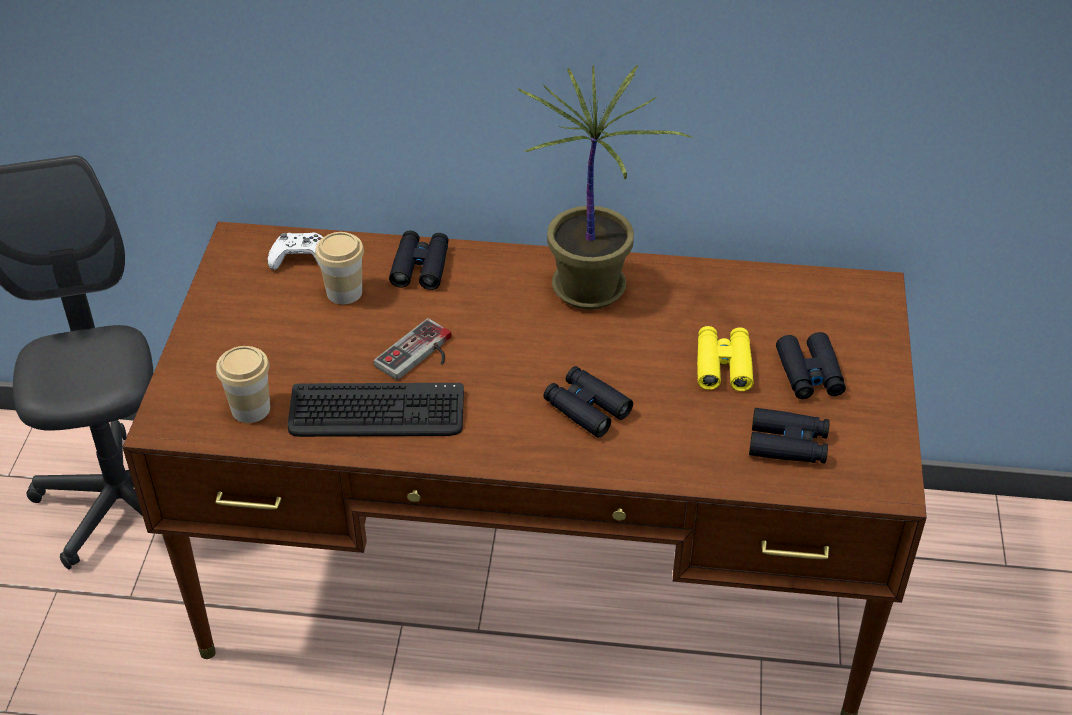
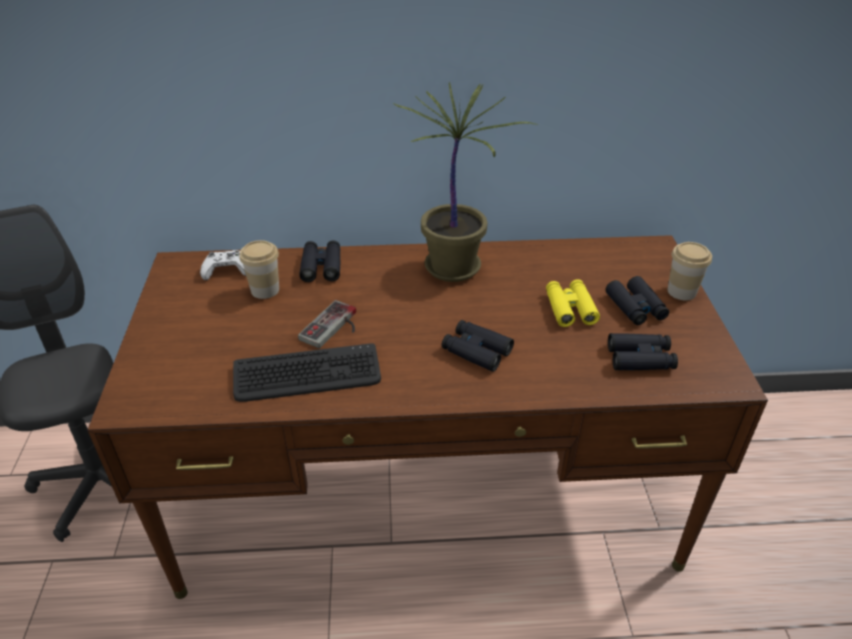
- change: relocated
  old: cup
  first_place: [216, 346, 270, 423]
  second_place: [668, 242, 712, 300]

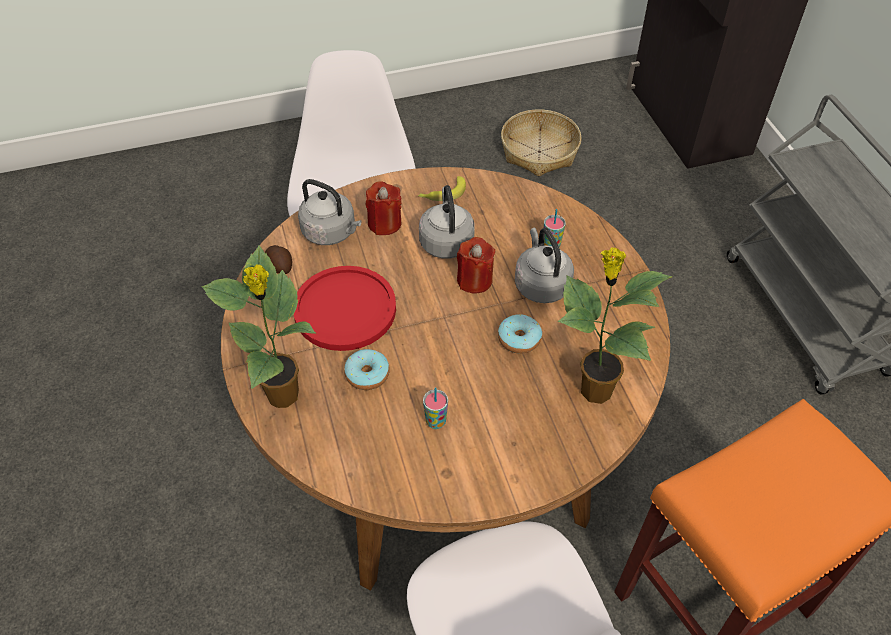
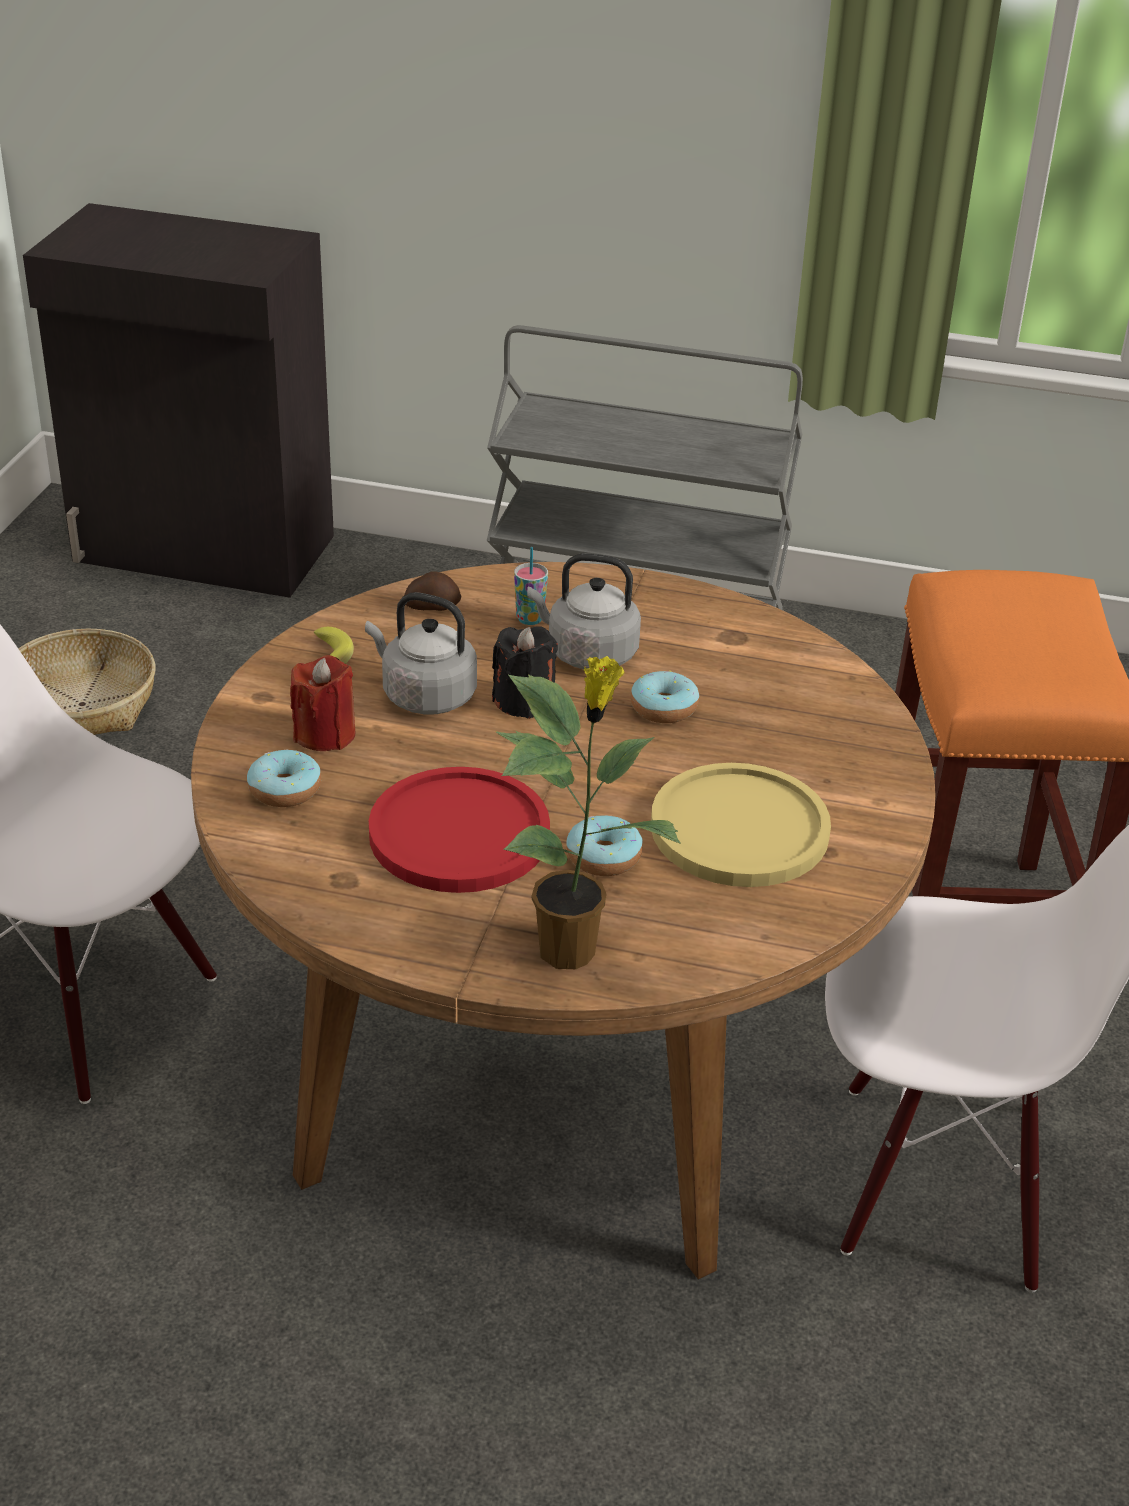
- change: exchanged
  old: water kettle/grey
  new: doughnut
  first_place: [298, 179, 361, 245]
  second_place: [247, 749, 321, 807]
- change: colour
  old: wax light/reddish
  new: wax light/black-coloured
  first_place: [457, 237, 495, 294]
  second_place: [492, 626, 558, 719]
- change: relocated
  old: potato
  first_place: [265, 245, 292, 274]
  second_place: [404, 571, 461, 611]
- change: missing
  old: potted plant
  first_place: [558, 247, 673, 404]
- change: exchanged
  old: cup
  new: plate/yellow
  first_place: [423, 388, 448, 429]
  second_place: [651, 763, 831, 887]

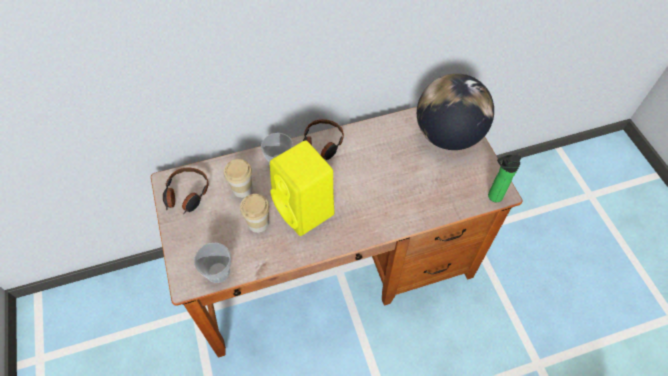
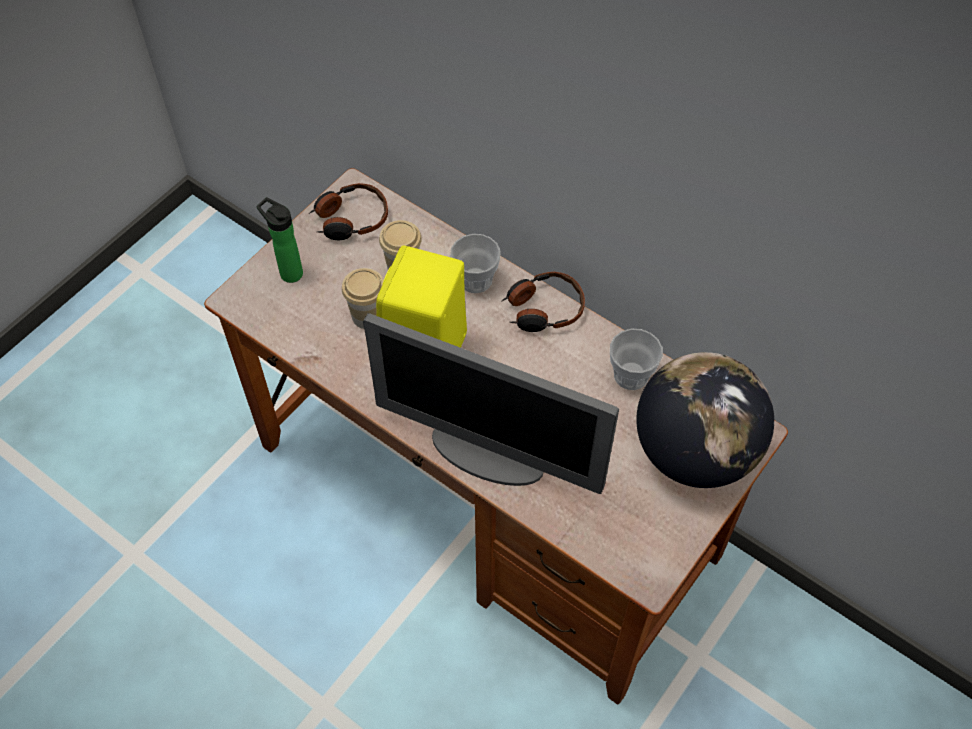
- change: relocated
  old: bottle
  first_place: [488, 155, 522, 202]
  second_place: [256, 197, 303, 283]
- change: relocated
  old: cup
  first_place: [194, 243, 231, 283]
  second_place: [610, 328, 663, 390]
- change: appeared
  new: computer screen
  second_place: [363, 313, 619, 494]

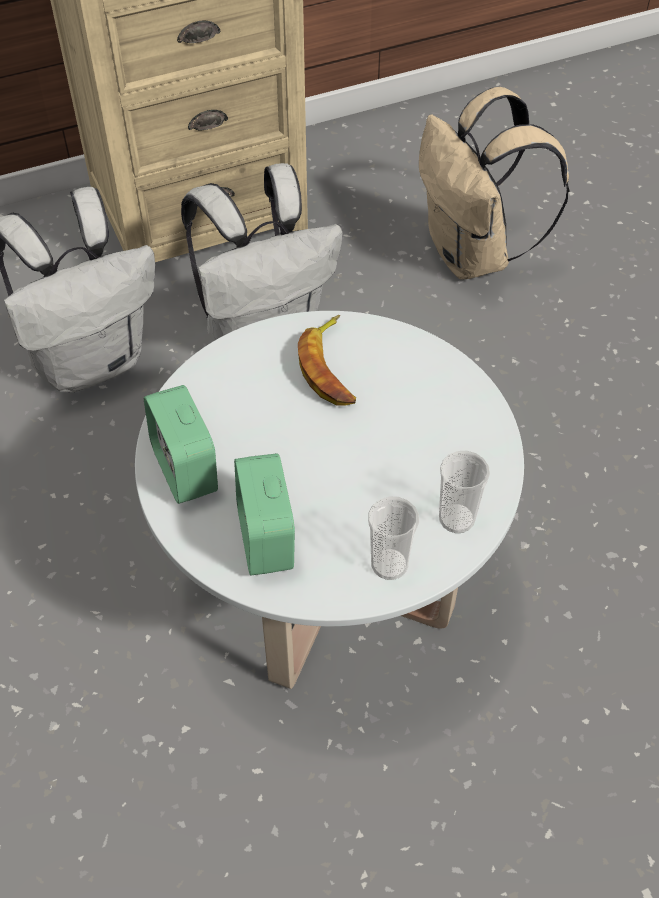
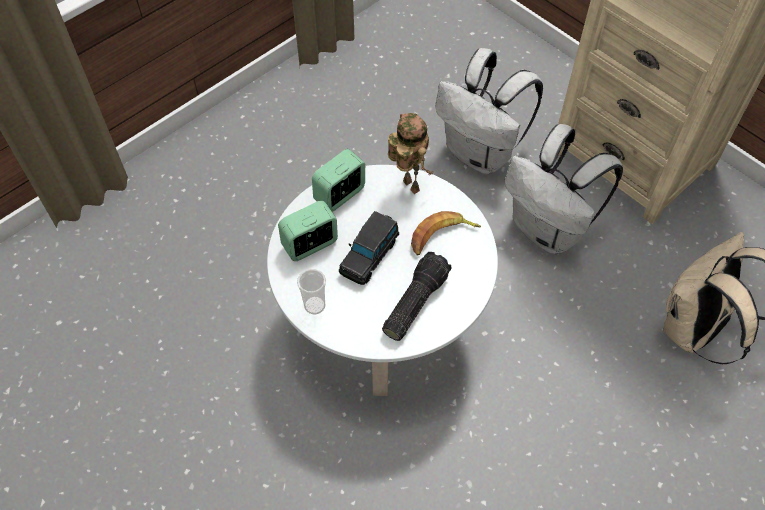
- change: missing
  old: cup
  first_place: [439, 451, 490, 533]
- change: appeared
  new: model robot
  second_place: [388, 113, 434, 194]
- change: appeared
  new: toy car/black-coloured
  second_place: [339, 211, 399, 285]
- change: appeared
  new: flashlight
  second_place: [382, 252, 452, 341]

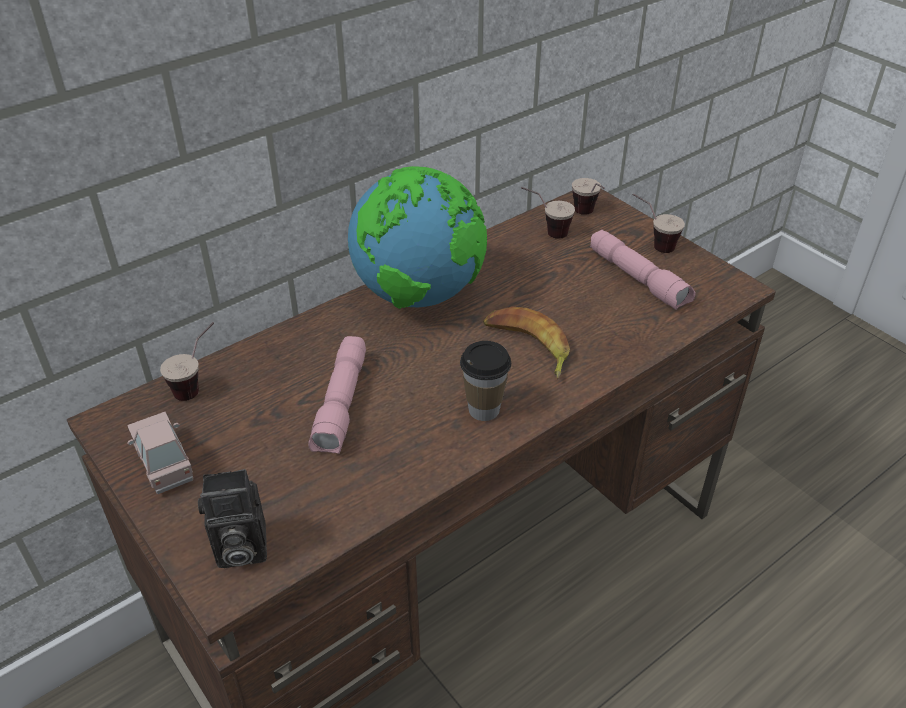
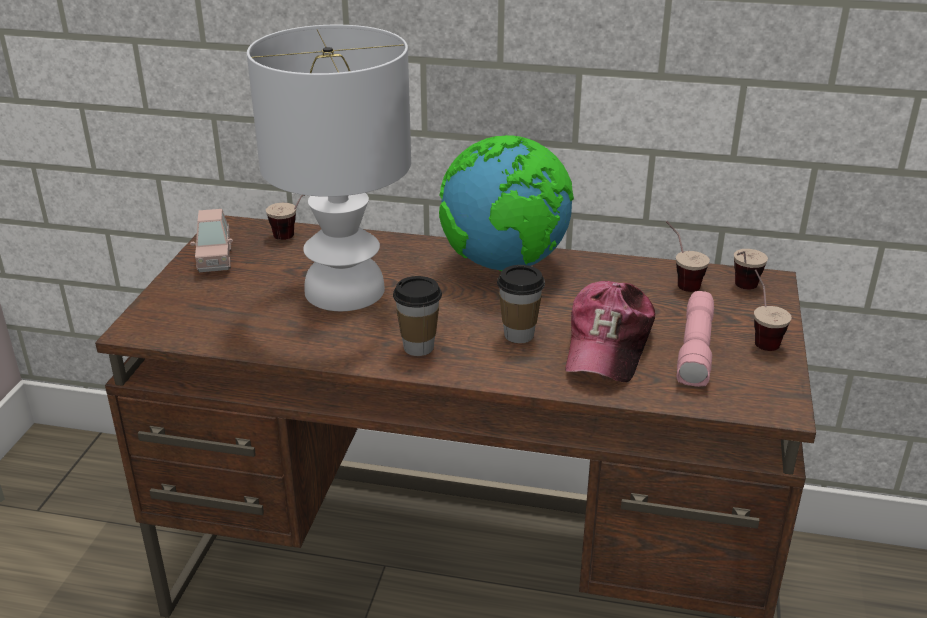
- change: exchanged
  old: whole banana
  new: cup
  first_place: [483, 306, 570, 379]
  second_place: [497, 265, 545, 343]
- change: exchanged
  old: flashlight/pink-coloured
  new: tabletop lamp/whitish
  first_place: [308, 336, 366, 454]
  second_place: [247, 25, 411, 311]
- change: spun
  old: toy car/pink-coloured
  first_place: [127, 412, 193, 494]
  second_place: [190, 209, 233, 272]
  degrees: 150
- change: missing
  old: photo camera
  first_place: [198, 469, 267, 568]
- change: appeared
  new: baseball cap
  second_place: [565, 281, 655, 382]

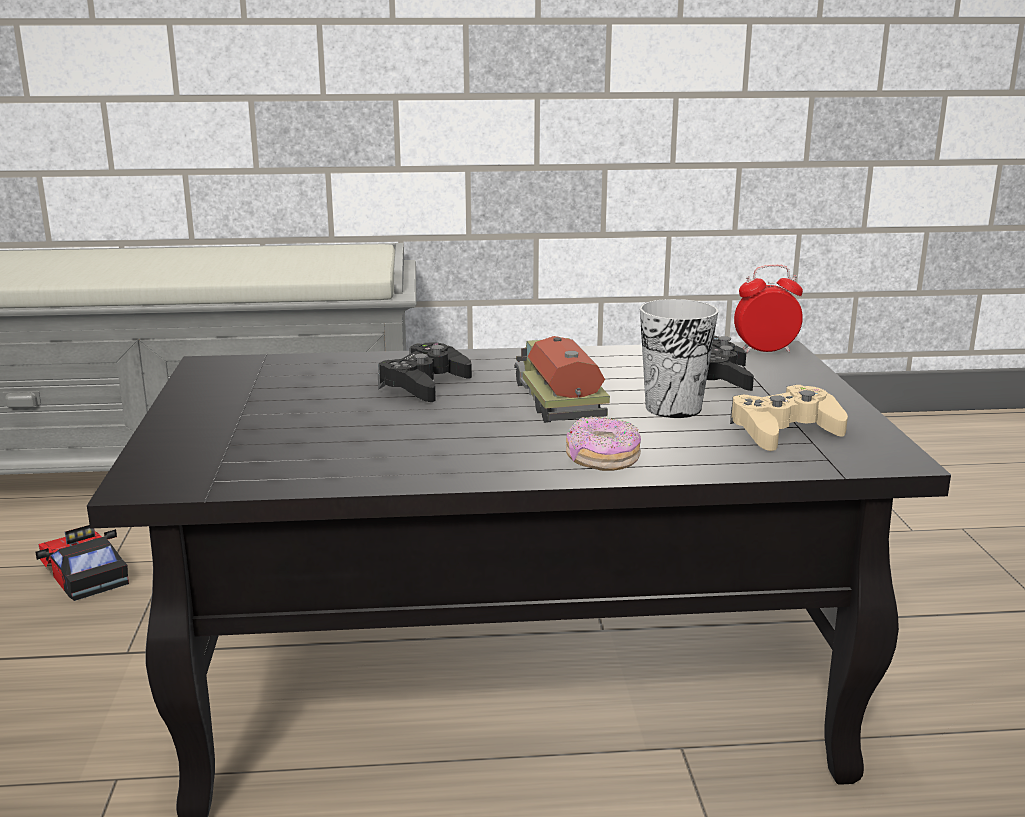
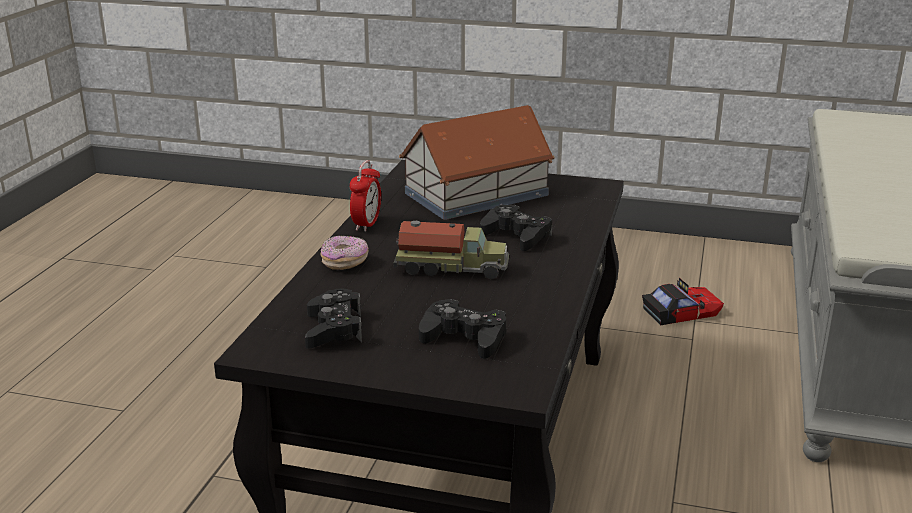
- change: relocated
  old: table clock
  first_place: [734, 264, 803, 353]
  second_place: [350, 160, 381, 232]
- change: missing
  old: cup
  first_place: [640, 299, 718, 418]
- change: colour
  old: joypad/beige-coloured
  new: joypad/black-coloured
  first_place: [730, 385, 848, 451]
  second_place: [305, 289, 362, 349]
- change: appeared
  new: model house
  second_place: [399, 105, 555, 220]

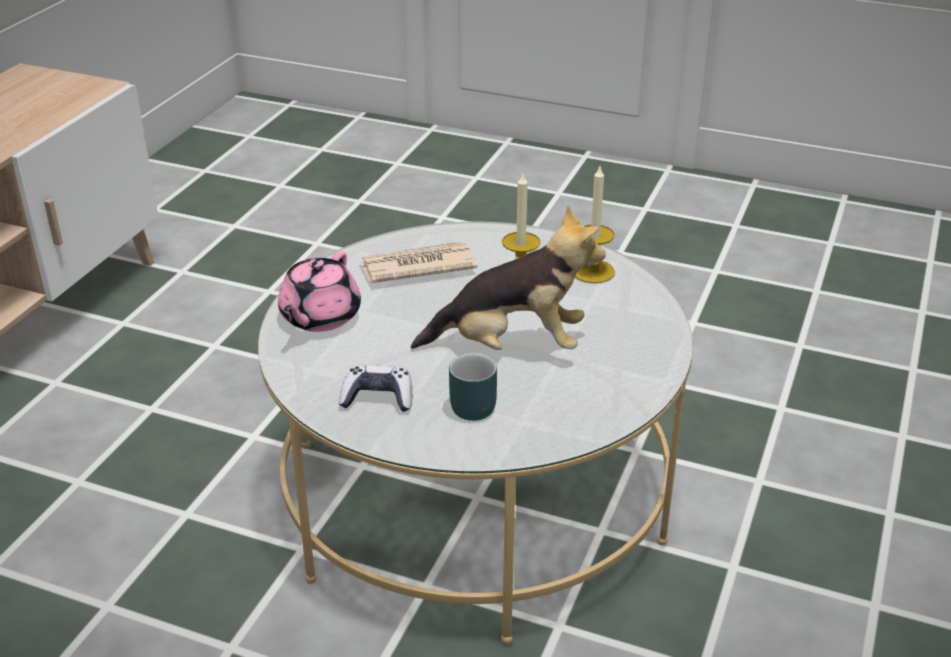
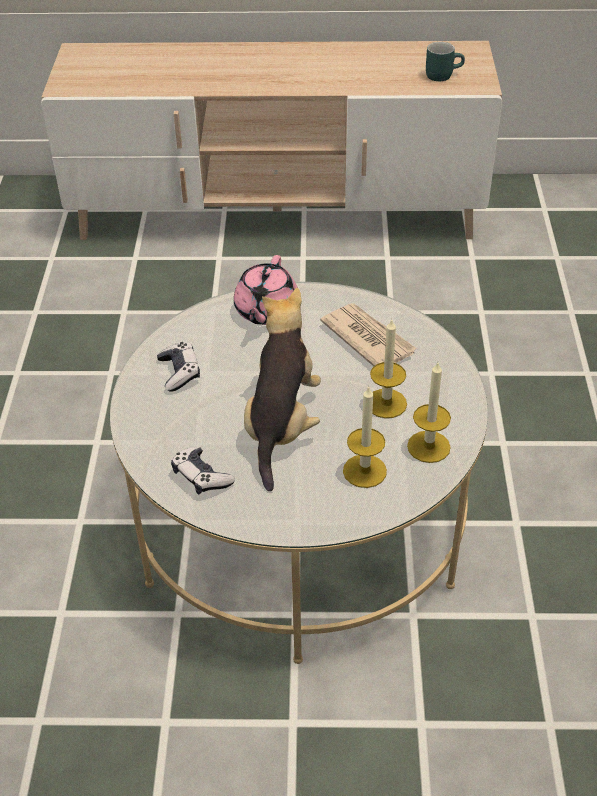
- change: spun
  old: plush toy
  first_place: [411, 205, 606, 350]
  second_place: [244, 288, 321, 491]
  degrees: -150
- change: spun
  old: tea pot/pink-coloured
  first_place: [278, 251, 361, 332]
  second_place: [234, 255, 298, 325]
  degrees: -75
- change: relocated
  old: mug/blue-green
  first_place: [449, 353, 497, 421]
  second_place: [426, 42, 465, 81]
- change: appeared
  new: wax light
  second_place: [343, 385, 387, 488]
- change: appeared
  new: joypad
  second_place: [171, 447, 235, 495]

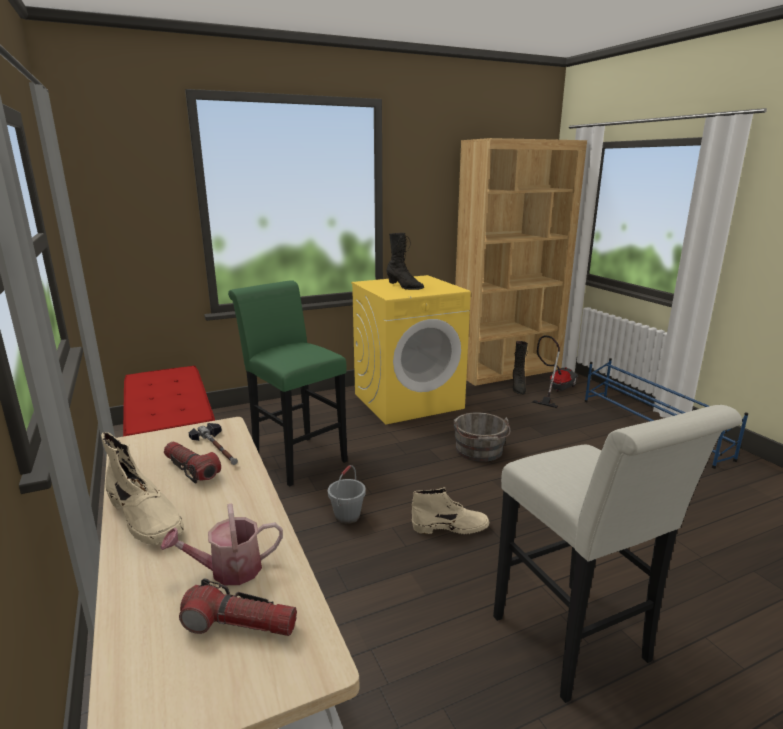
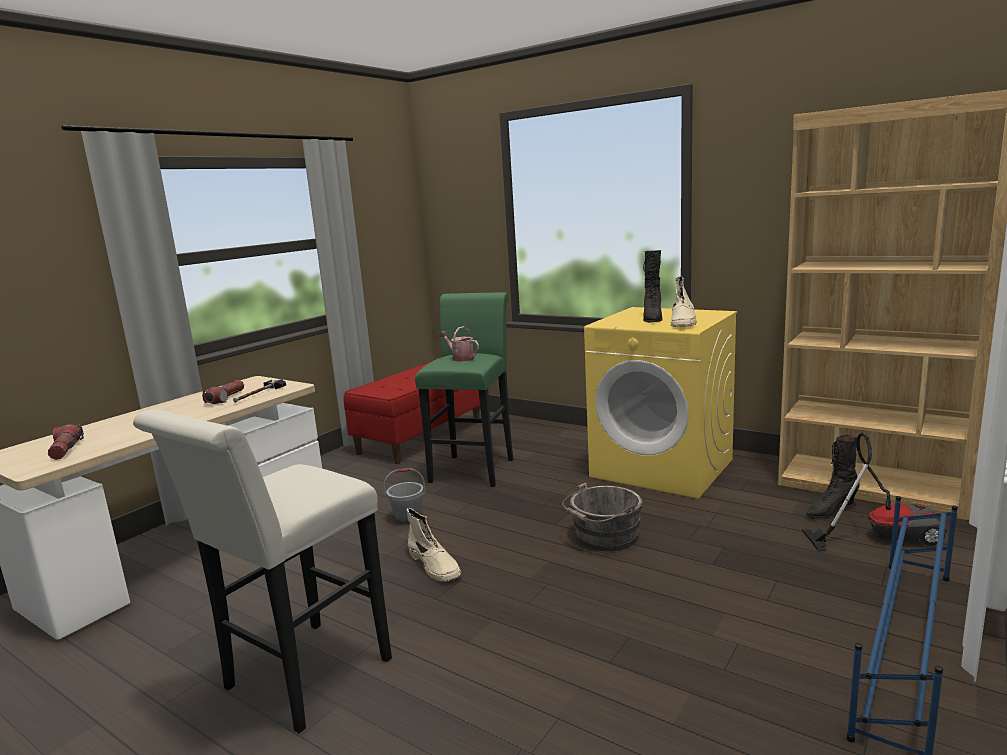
- change: relocated
  old: tall boot/beige-coloured
  first_place: [101, 432, 184, 545]
  second_place: [671, 276, 697, 327]
- change: relocated
  old: sprinkling can
  first_place: [160, 504, 283, 585]
  second_place: [439, 326, 479, 361]

